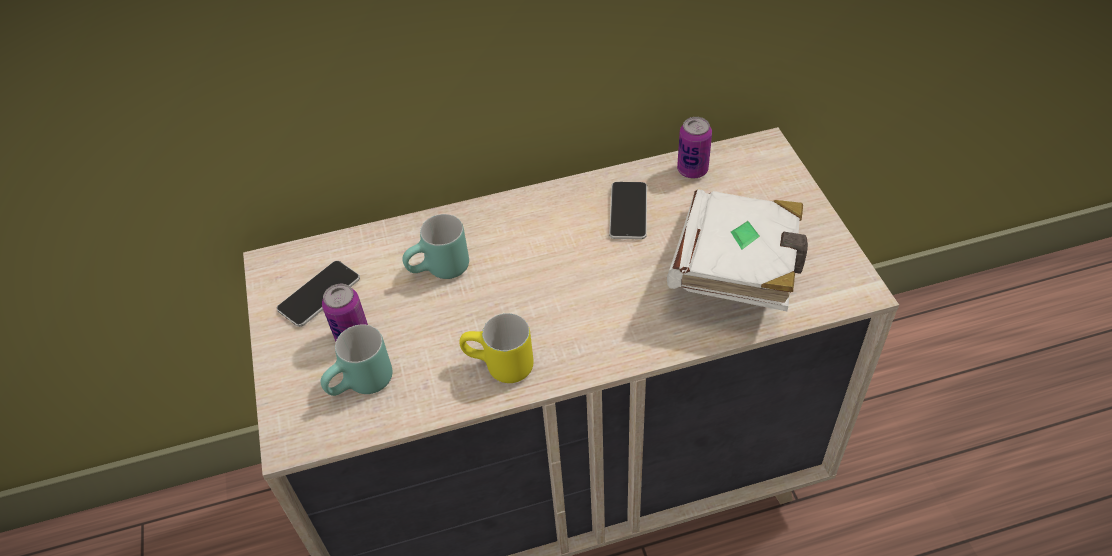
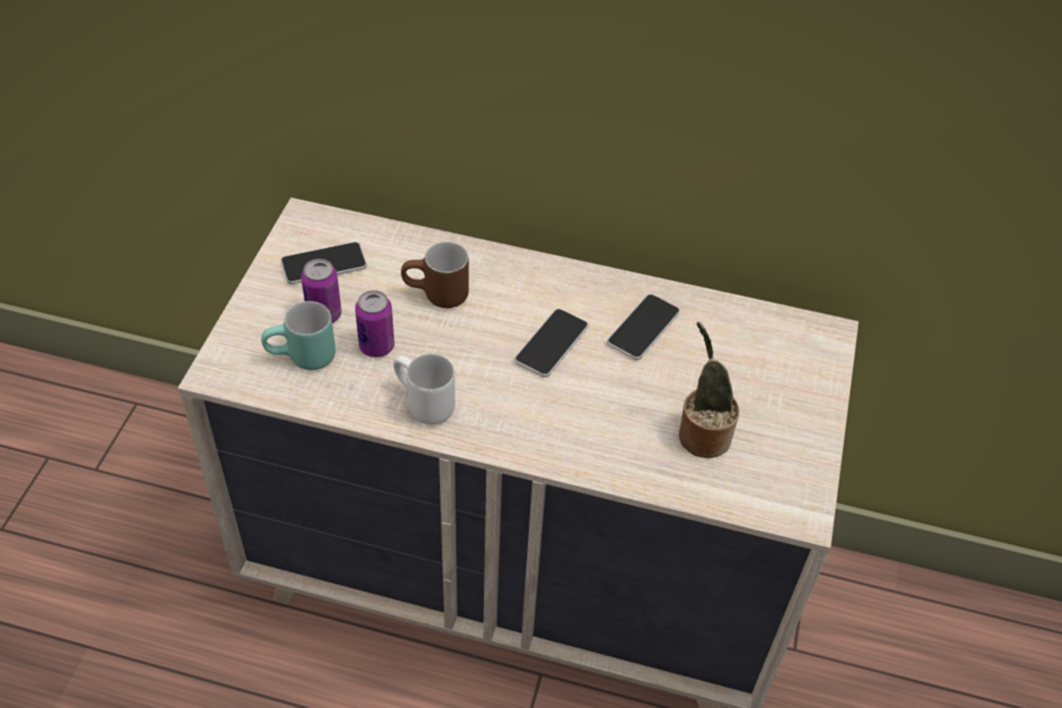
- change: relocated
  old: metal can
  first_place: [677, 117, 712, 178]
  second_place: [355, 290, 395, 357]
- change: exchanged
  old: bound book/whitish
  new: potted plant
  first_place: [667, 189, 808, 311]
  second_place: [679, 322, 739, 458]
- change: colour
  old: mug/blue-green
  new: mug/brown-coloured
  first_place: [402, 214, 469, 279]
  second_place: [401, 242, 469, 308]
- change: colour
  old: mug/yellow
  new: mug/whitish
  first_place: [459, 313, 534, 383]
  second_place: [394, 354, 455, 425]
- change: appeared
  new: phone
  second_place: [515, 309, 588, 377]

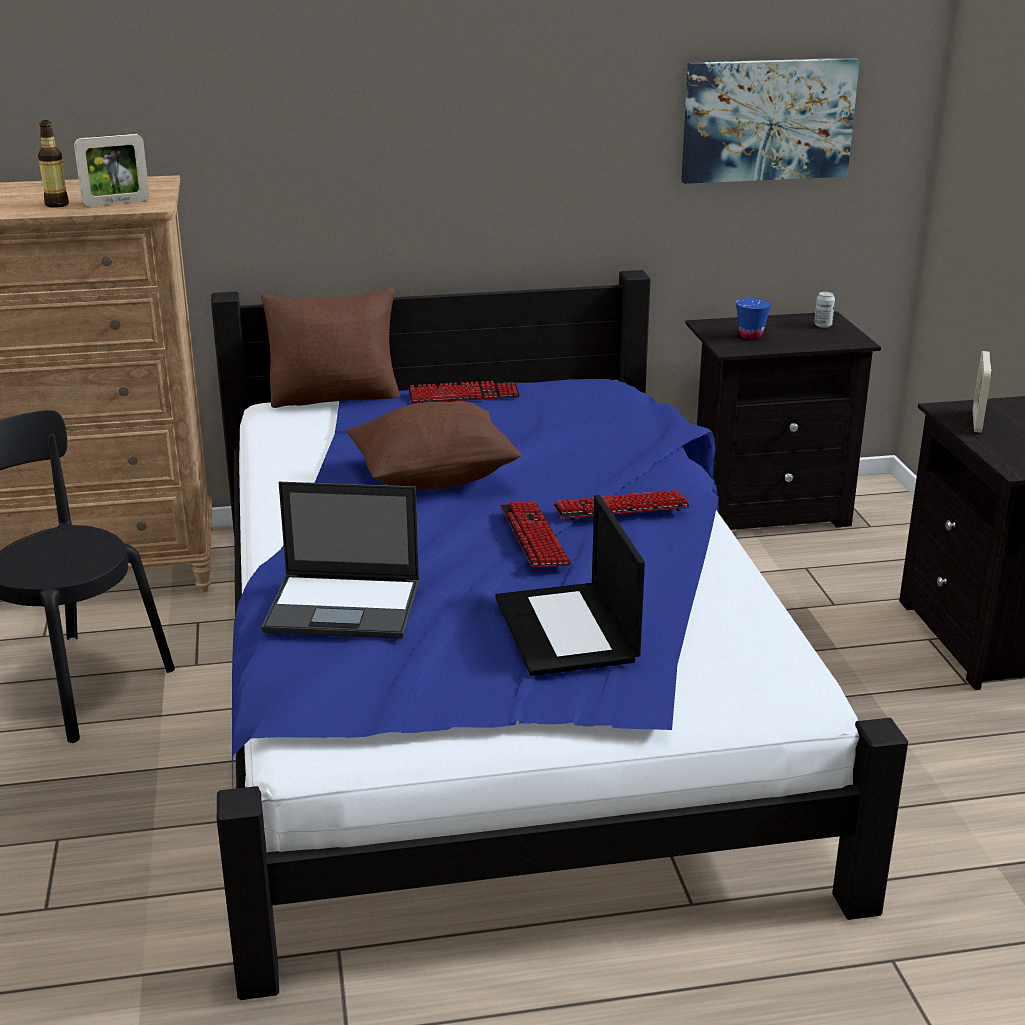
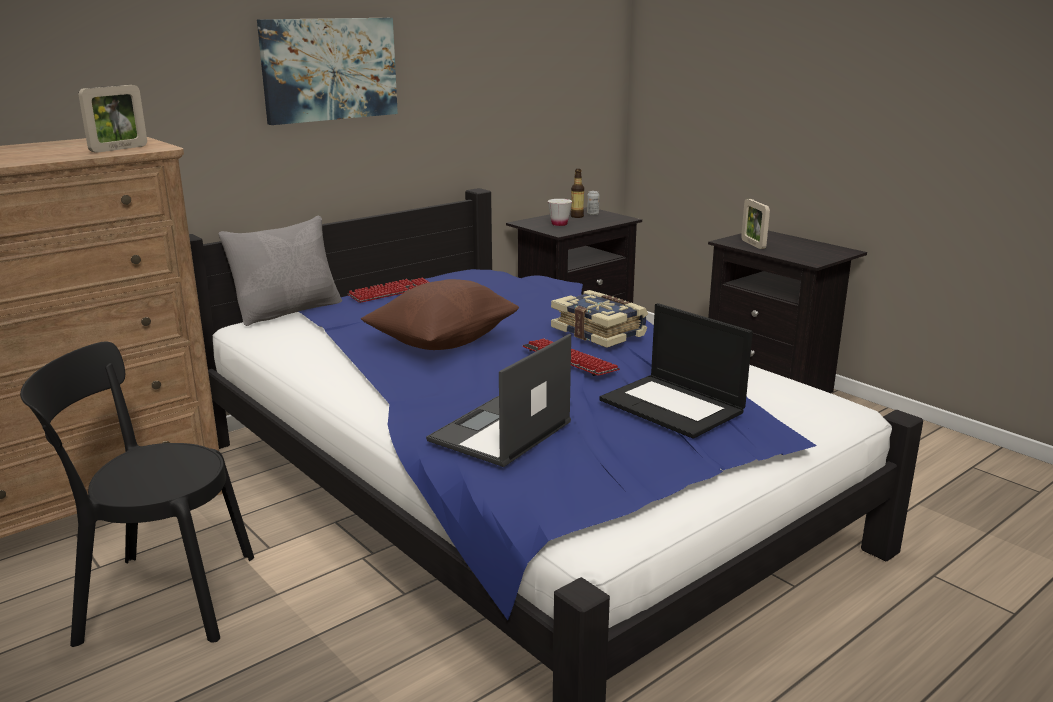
- change: relocated
  old: wall picture
  first_place: [681, 58, 860, 184]
  second_place: [257, 18, 398, 125]
- change: relocated
  old: bottle
  first_place: [38, 120, 69, 208]
  second_place: [571, 169, 584, 218]
- change: colour
  old: pillow/brown-coloured
  new: pillow/grey
  first_place: [261, 287, 400, 408]
  second_place: [219, 216, 342, 326]
- change: colour
  old: cup/blue-coloured
  new: cup/whitish
  first_place: [736, 298, 771, 339]
  second_place: [548, 199, 572, 226]
- change: spun
  old: laptop
  first_place: [262, 482, 419, 639]
  second_place: [426, 334, 571, 467]
  degrees: 150
- change: exchanged
  old: keyboard
  new: bound book
  first_place: [554, 490, 690, 520]
  second_place: [551, 290, 648, 348]

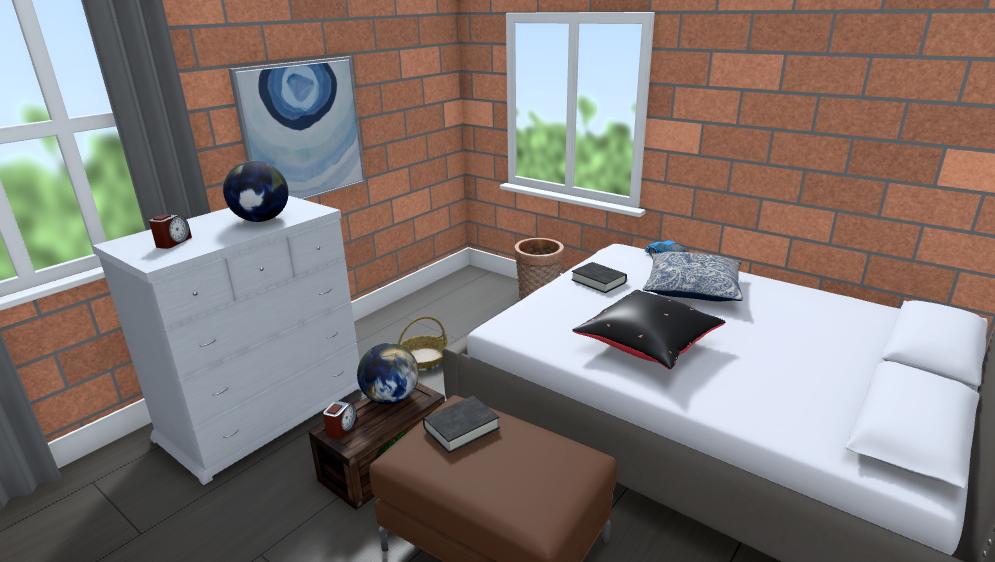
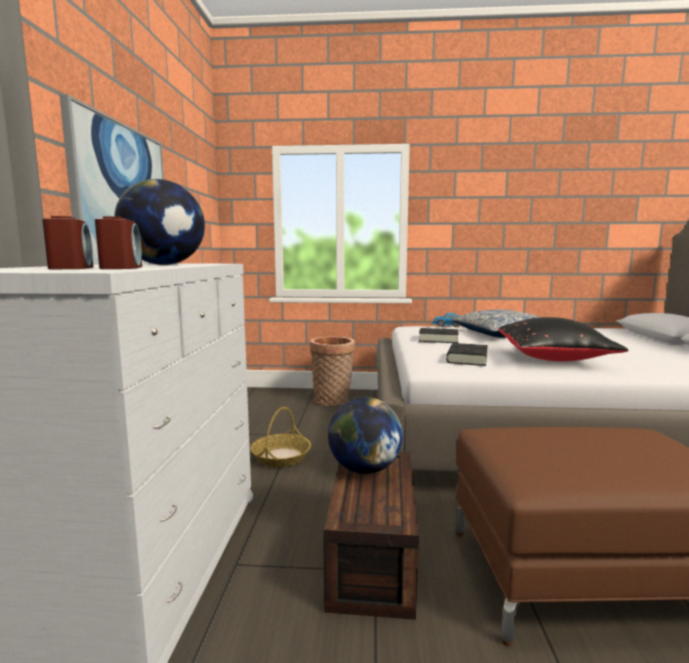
- change: relocated
  old: bound book/black-coloured
  first_place: [423, 396, 500, 453]
  second_place: [446, 343, 488, 366]
- change: relocated
  old: table clock
  first_place: [323, 401, 358, 439]
  second_place: [95, 216, 142, 269]

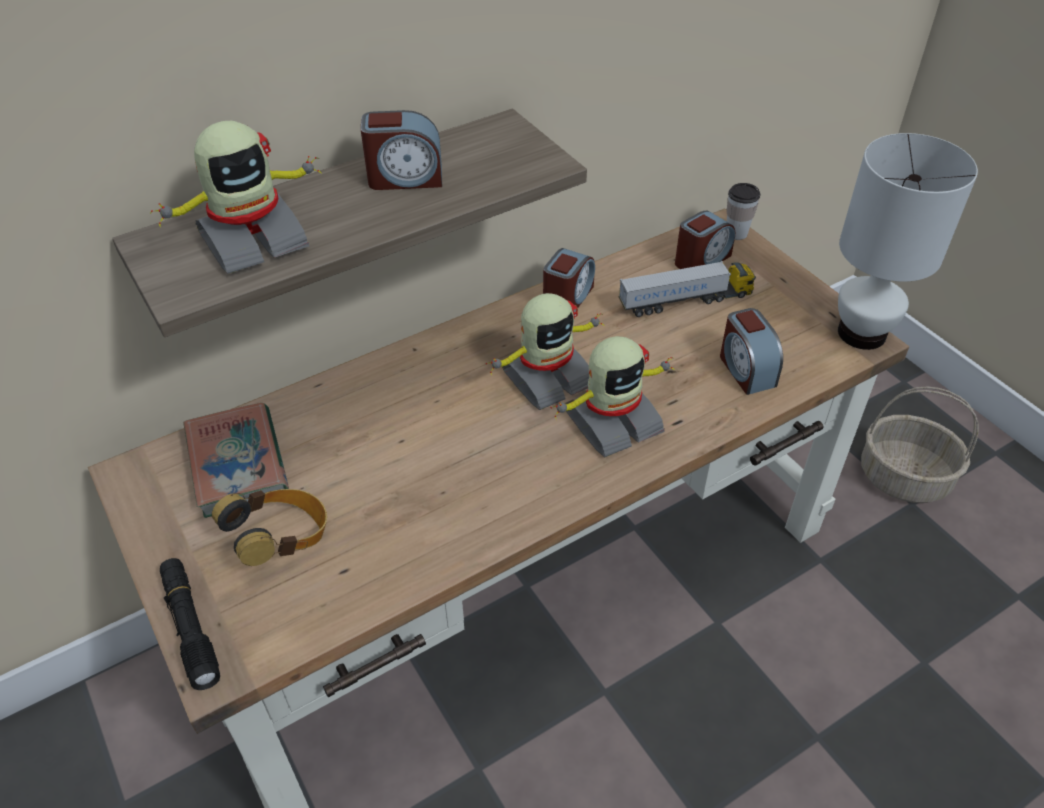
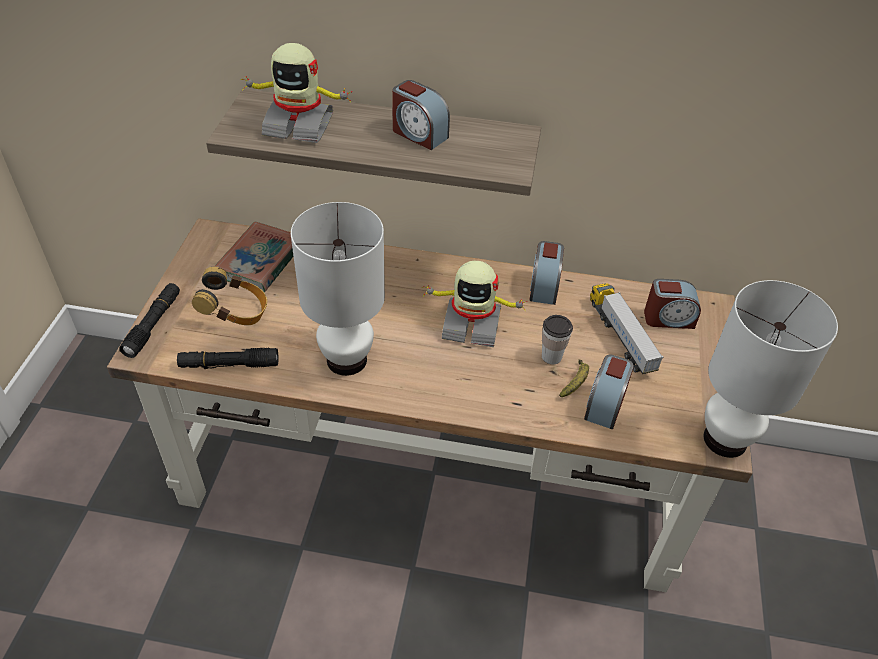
- change: relocated
  old: cup
  first_place: [727, 183, 761, 240]
  second_place: [542, 315, 573, 364]
- change: spun
  old: table clock
  first_place: [543, 248, 595, 307]
  second_place: [530, 241, 564, 305]
  degrees: 120
- change: spun
  old: model truck
  first_place: [619, 261, 756, 317]
  second_place: [590, 283, 663, 374]
  degrees: -135
- change: missing
  old: model robot
  first_place: [550, 336, 675, 457]
- change: missing
  old: basket
  first_place: [861, 386, 979, 503]
- change: appeared
  new: tabletop lamp/whitish
  second_place: [291, 202, 385, 376]
- change: appeared
  new: flashlight/black-coloured
  second_place: [177, 348, 278, 369]
- change: appeared
  new: whole banana
  second_place: [559, 360, 589, 397]

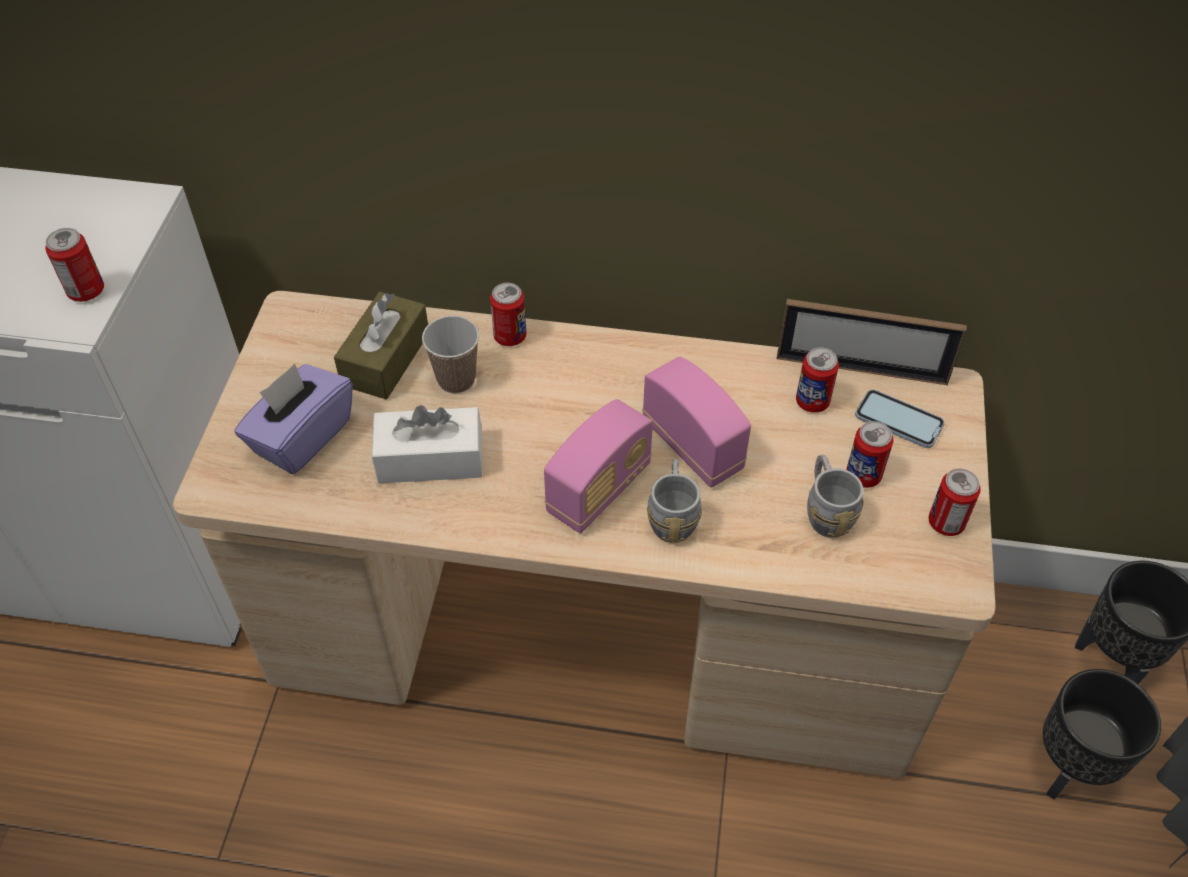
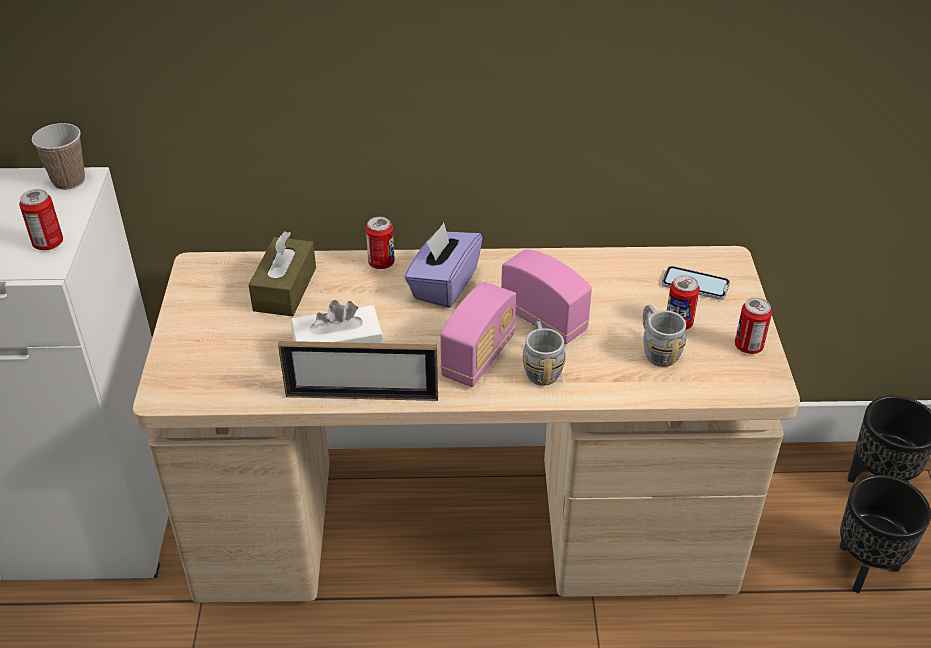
- change: relocated
  old: standing frame
  first_place: [776, 299, 967, 385]
  second_place: [278, 341, 438, 401]
- change: relocated
  old: cup
  first_place: [422, 316, 479, 393]
  second_place: [32, 123, 85, 190]
- change: missing
  old: metal can
  first_place: [796, 347, 839, 413]
- change: relocated
  old: tissue box/purple-coloured
  first_place: [234, 363, 353, 474]
  second_place: [404, 223, 482, 308]

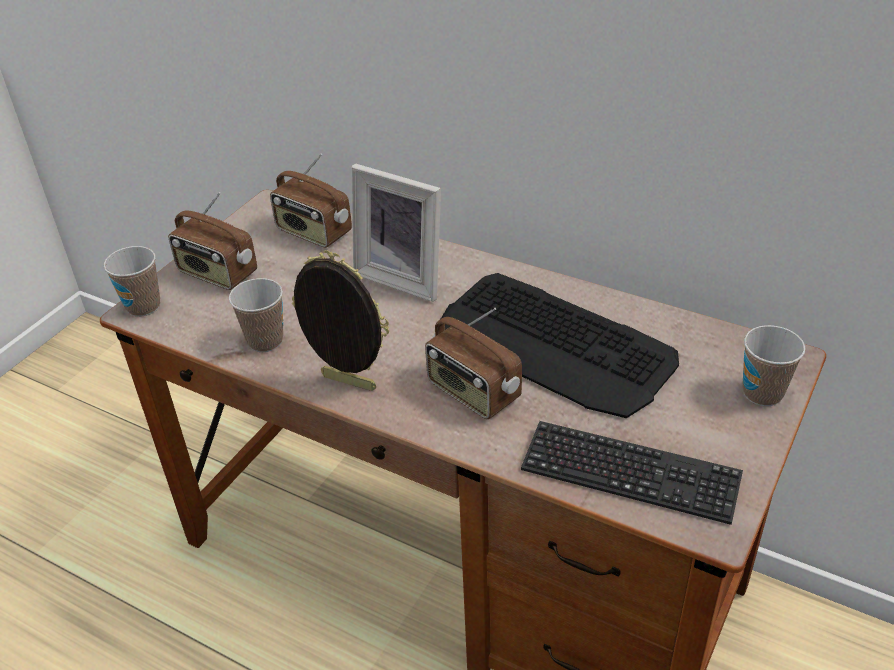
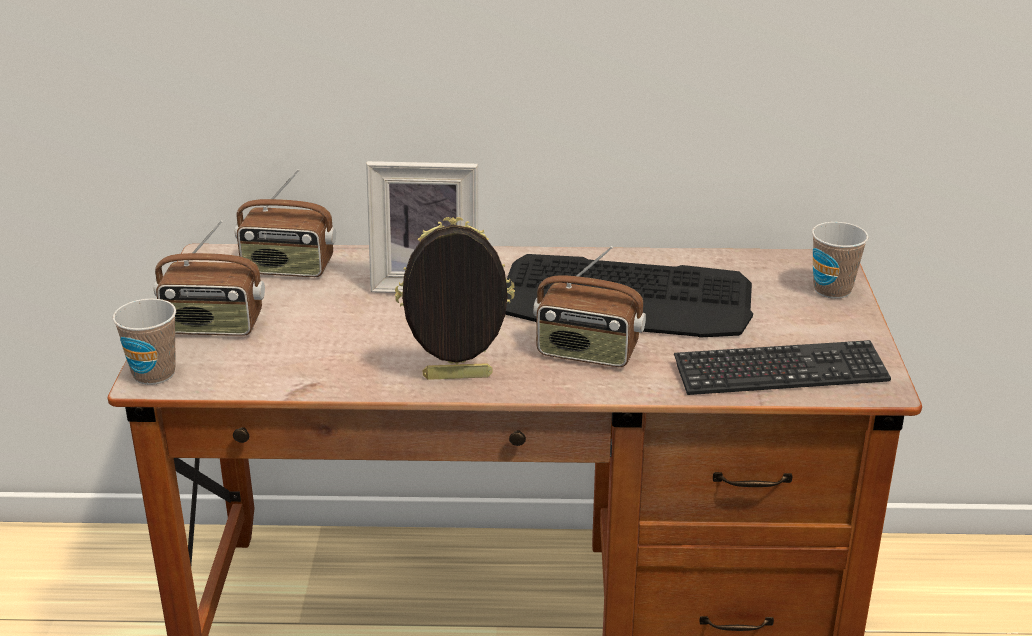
- change: missing
  old: cup
  first_place: [229, 278, 283, 352]

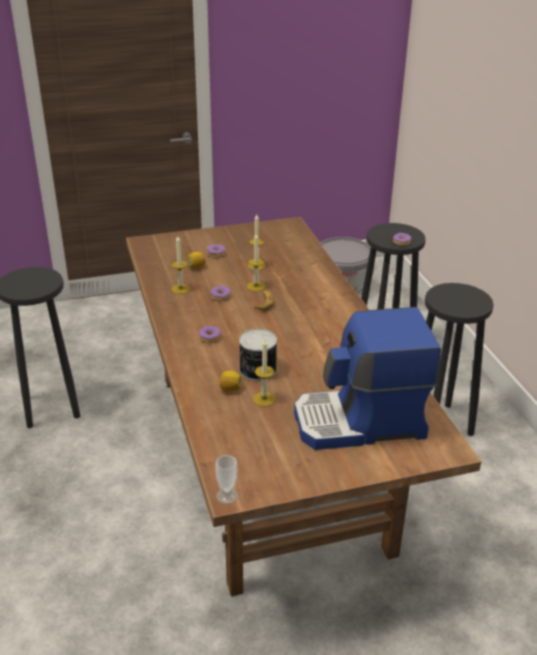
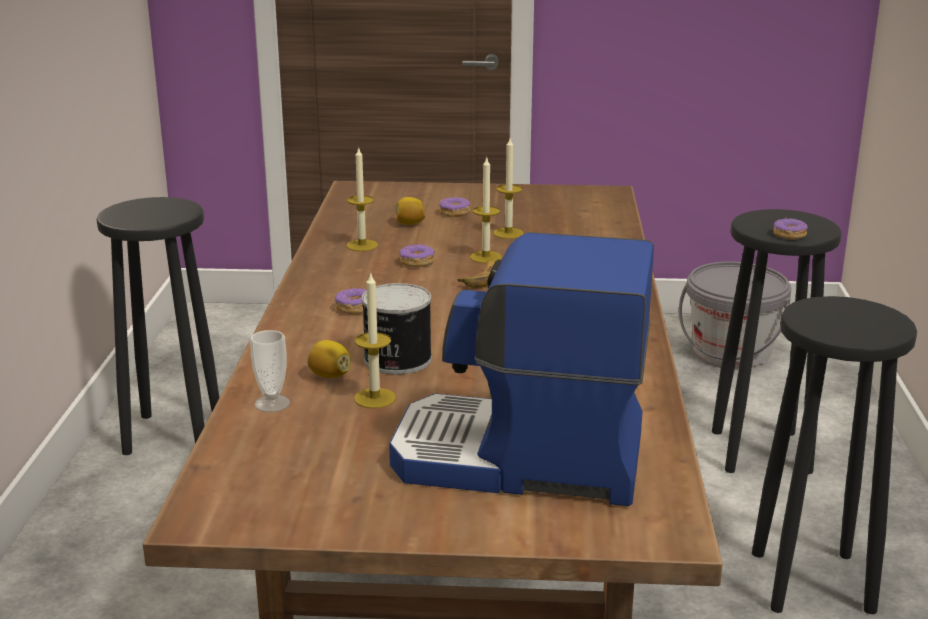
- change: relocated
  old: cup
  first_place: [216, 455, 238, 504]
  second_place: [250, 330, 290, 412]

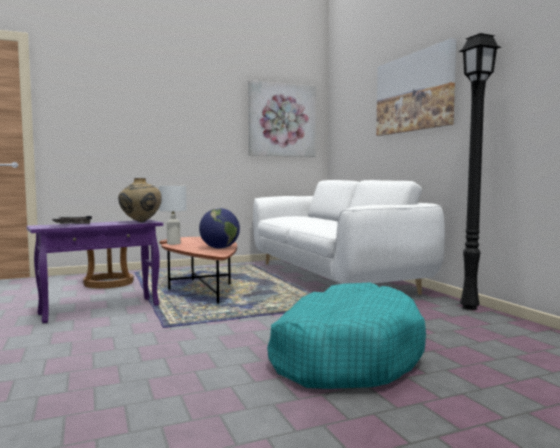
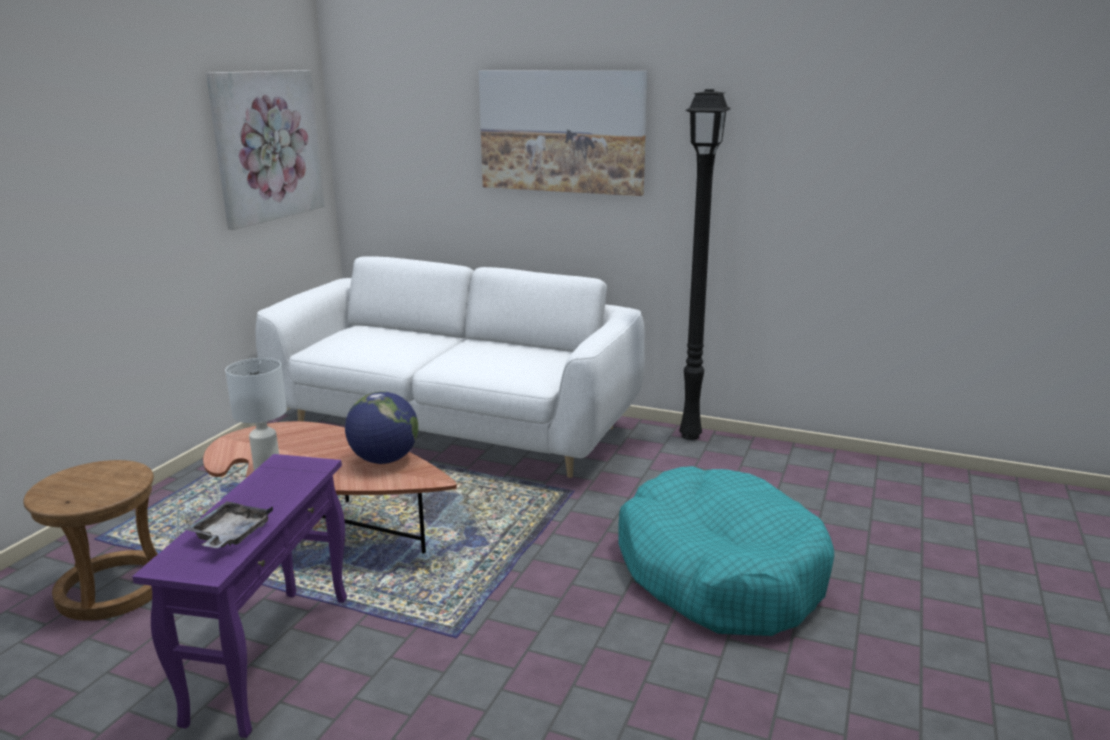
- change: missing
  old: flower vase/beige-coloured
  first_place: [118, 178, 162, 222]

